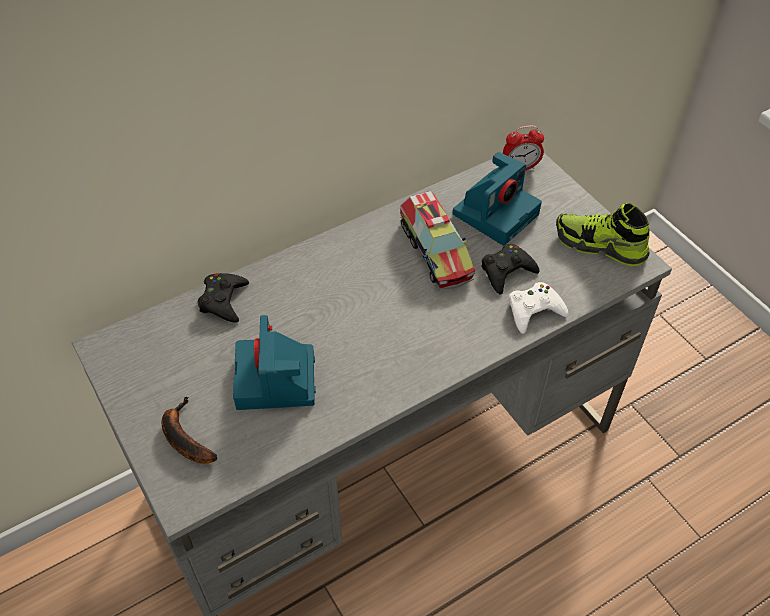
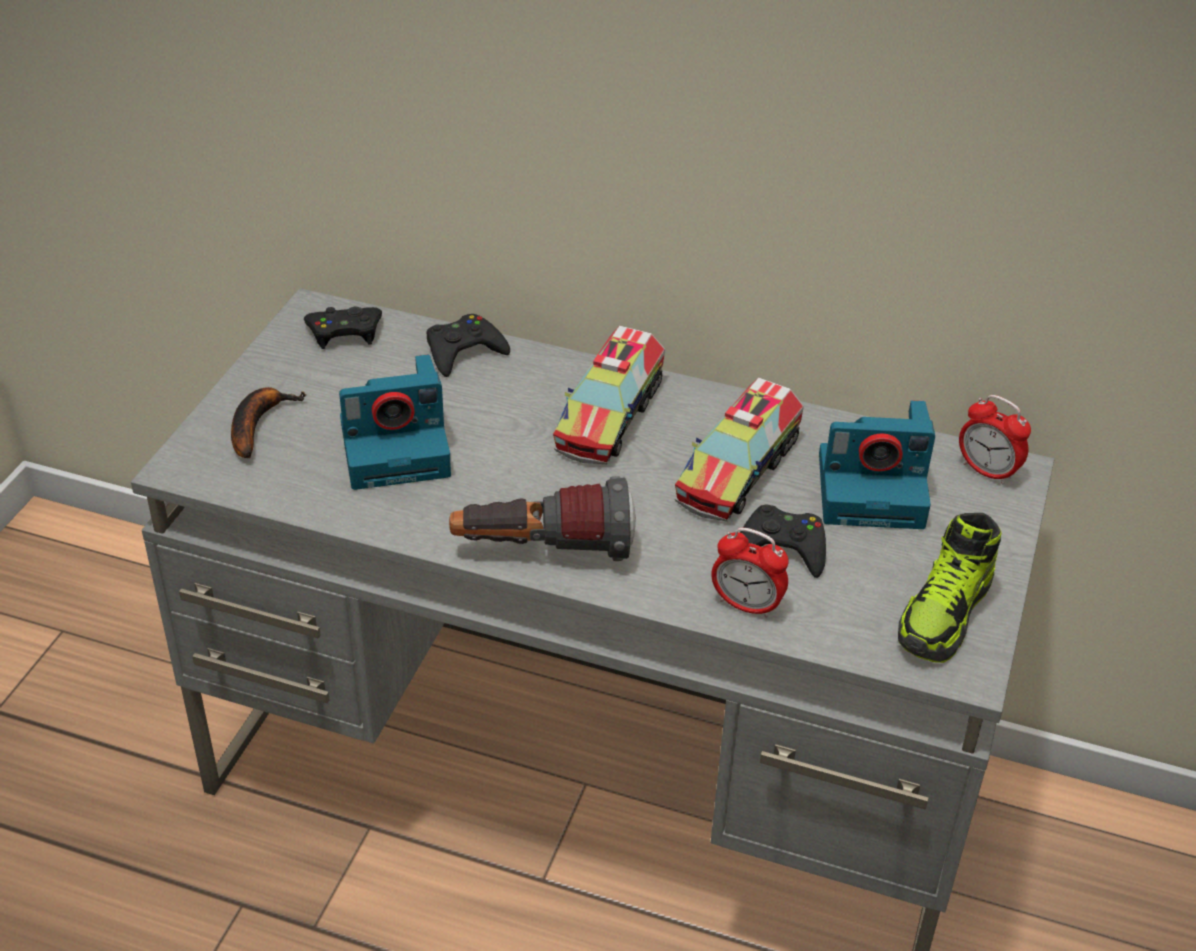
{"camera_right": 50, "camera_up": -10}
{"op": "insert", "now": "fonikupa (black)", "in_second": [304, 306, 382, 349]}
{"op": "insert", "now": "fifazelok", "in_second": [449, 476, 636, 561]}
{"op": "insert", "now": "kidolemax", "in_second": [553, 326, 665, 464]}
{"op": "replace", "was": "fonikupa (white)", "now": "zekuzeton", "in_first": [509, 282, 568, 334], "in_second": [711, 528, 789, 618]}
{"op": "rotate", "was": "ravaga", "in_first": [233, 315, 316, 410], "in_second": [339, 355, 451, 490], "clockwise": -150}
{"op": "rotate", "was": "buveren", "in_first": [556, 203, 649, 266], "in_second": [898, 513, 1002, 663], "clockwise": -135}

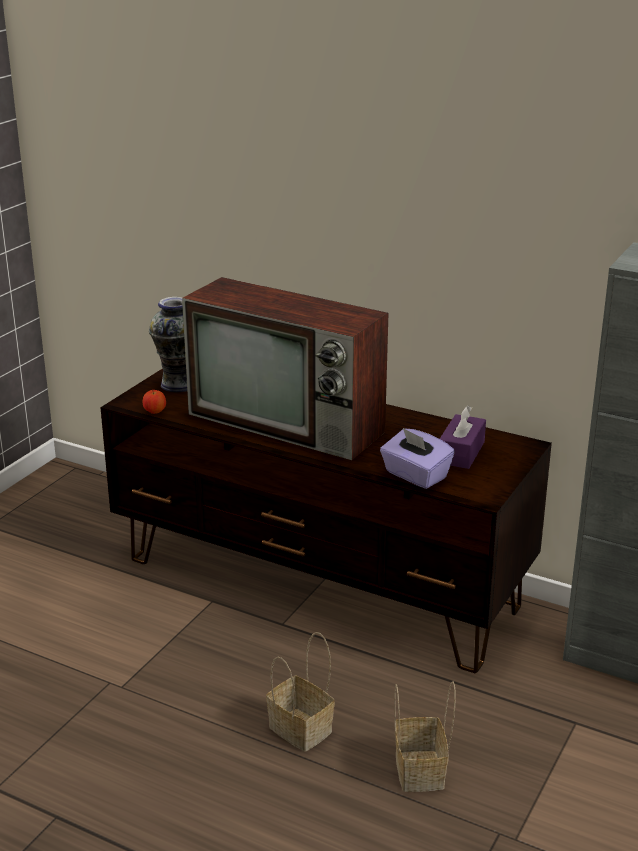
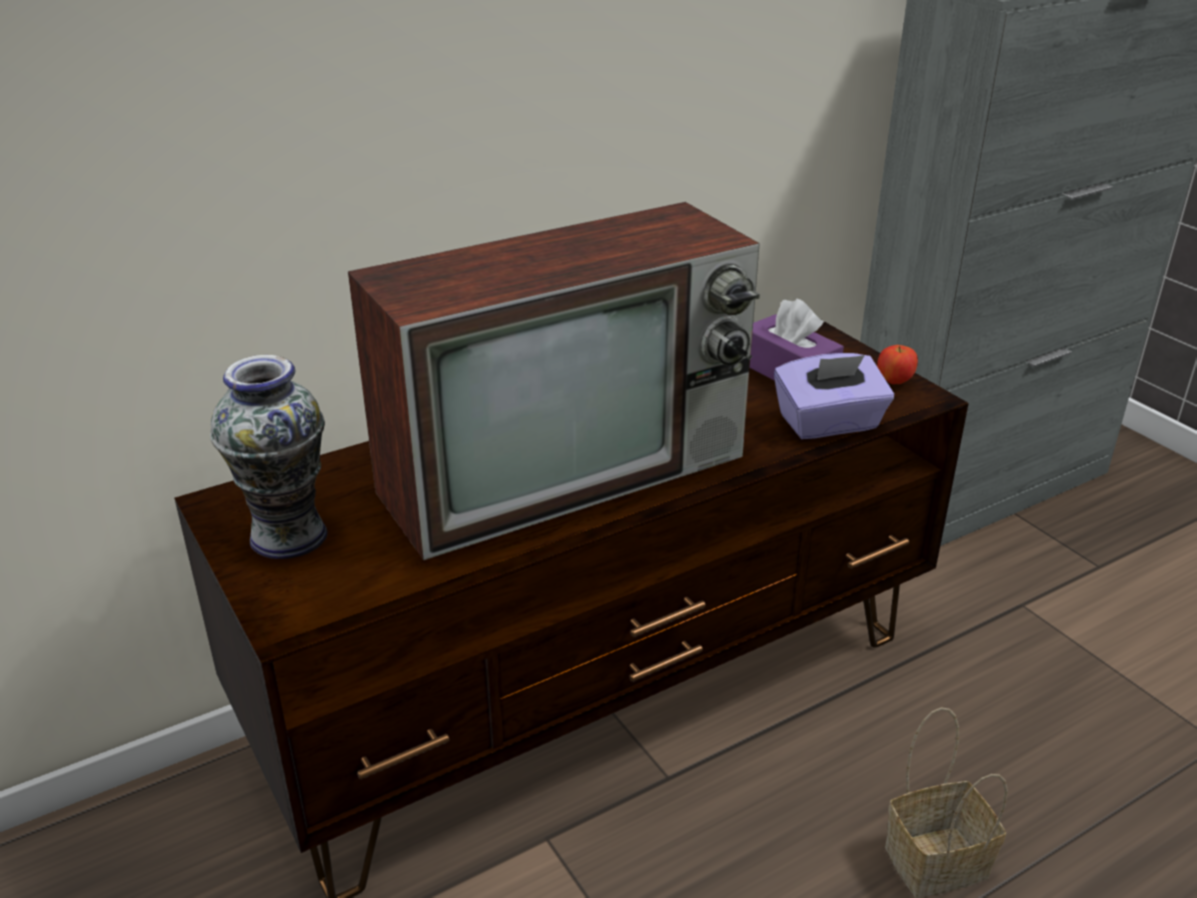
{"camera_right": -60, "camera_up": 5}
{"op": "delete", "was": "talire", "in_first": [394, 681, 456, 792]}
{"op": "move", "was": "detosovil", "in_first": [143, 390, 166, 414], "in_second": [877, 345, 918, 384]}

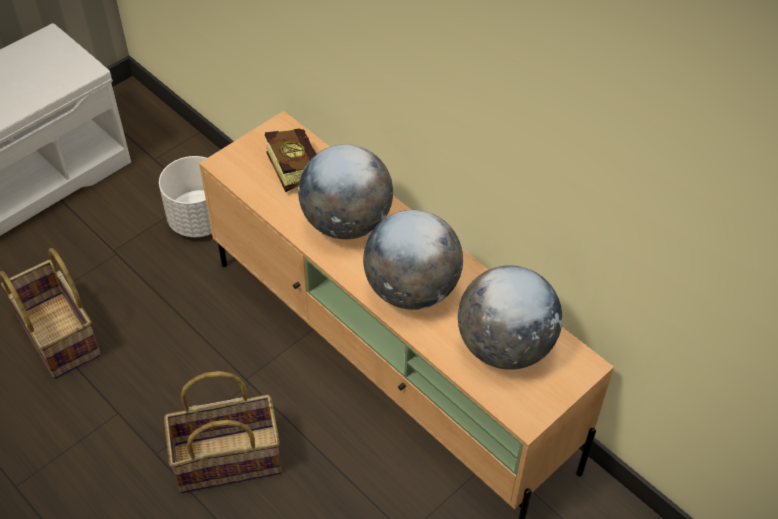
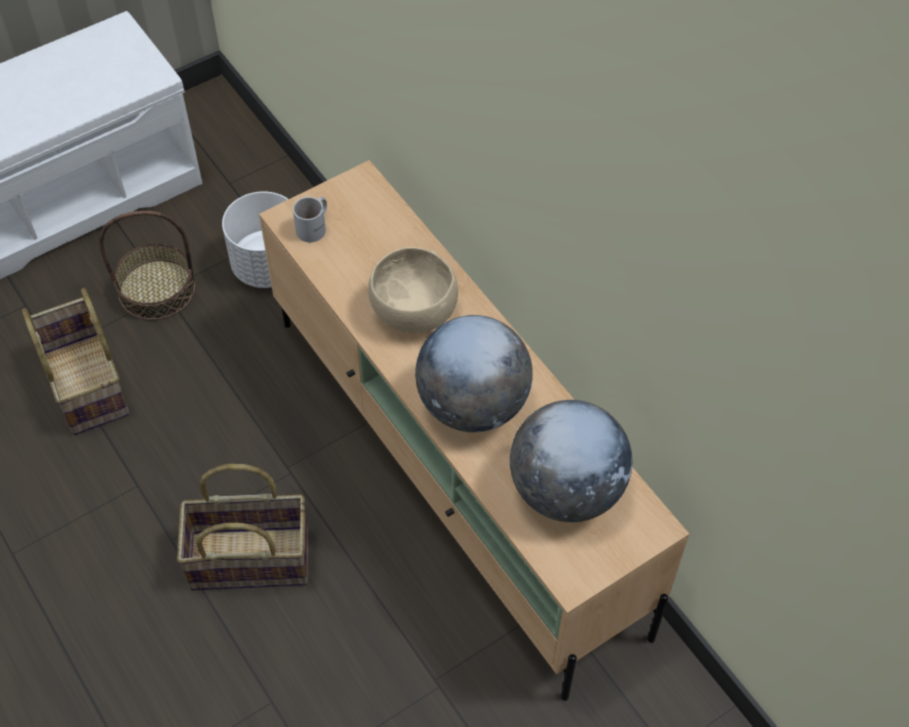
{"camera_right": 10, "camera_up": 5}
{"op": "delete", "was": "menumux", "in_first": [265, 129, 317, 192]}
{"op": "insert", "now": "talire", "in_second": [99, 211, 195, 320]}
{"op": "insert", "now": "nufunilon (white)", "in_second": [293, 197, 327, 242]}
{"op": "replace", "was": "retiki", "now": "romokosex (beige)", "in_first": [298, 144, 393, 239], "in_second": [368, 247, 458, 333]}

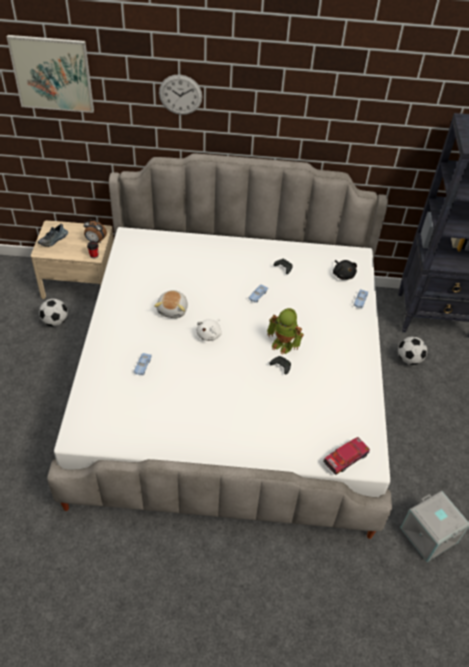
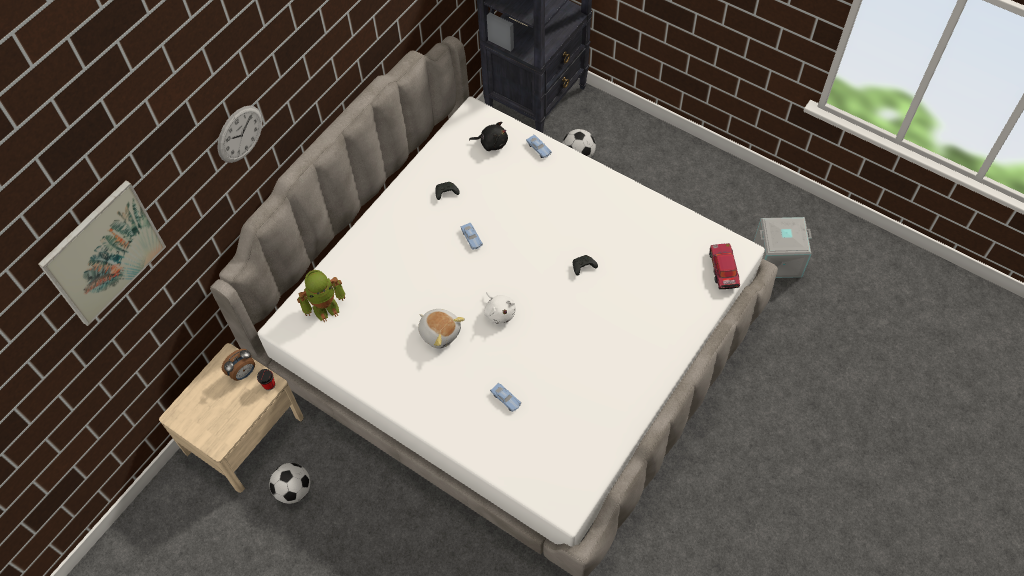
{"camera_right": -55, "camera_up": 10}
{"op": "delete", "was": "buveren", "in_first": [38, 224, 68, 247]}
{"op": "move", "was": "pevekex", "in_first": [267, 308, 304, 355], "in_second": [297, 270, 345, 322]}

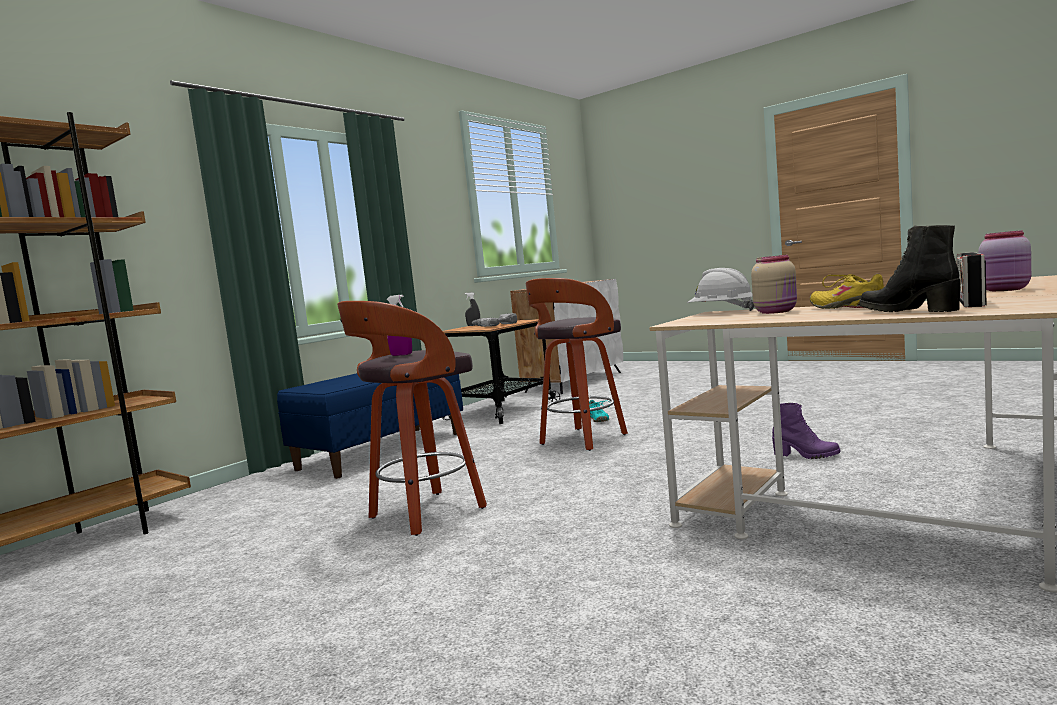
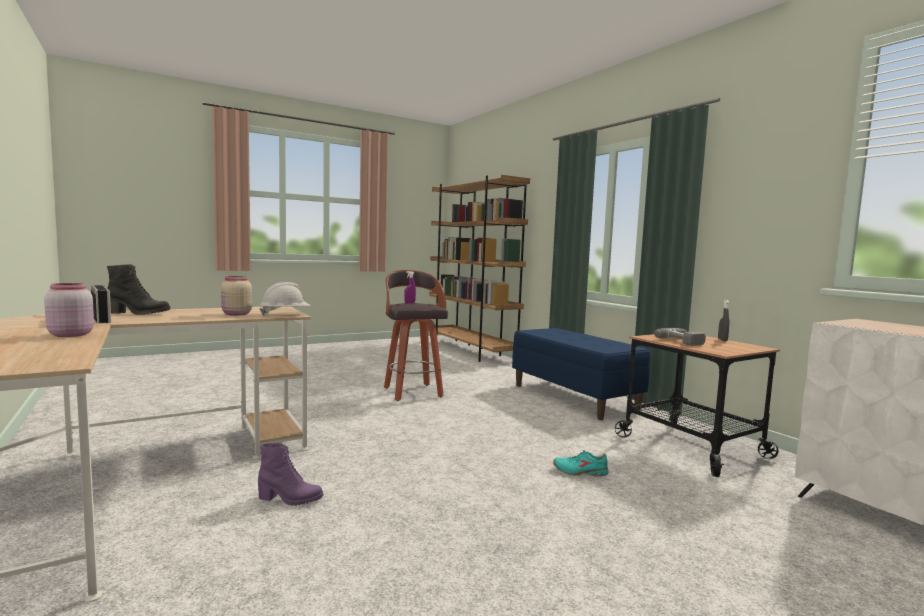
{"camera_right": 110, "camera_up": 0}
{"op": "delete", "was": "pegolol", "in_first": [526, 278, 628, 451]}
{"op": "delete", "was": "buveren (yellow)", "in_first": [810, 274, 884, 309]}
{"op": "rotate", "was": "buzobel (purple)", "in_first": [772, 403, 841, 459], "in_second": [258, 443, 323, 506], "clockwise": -135}

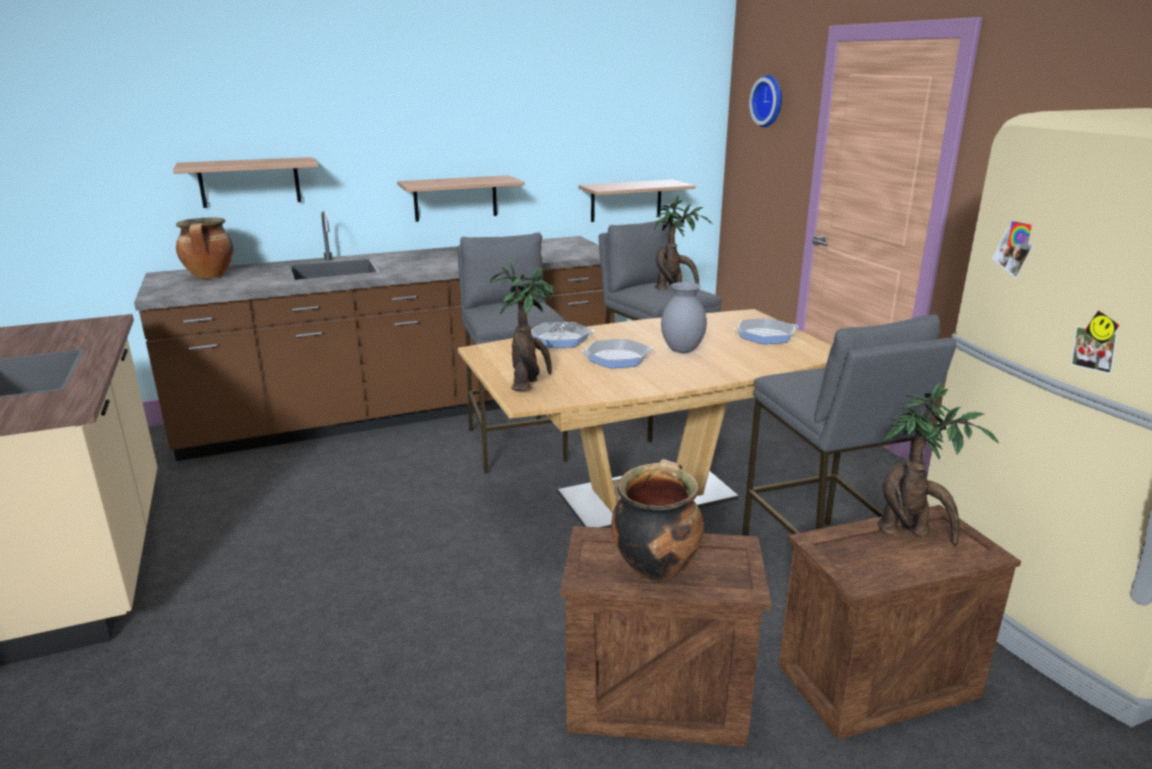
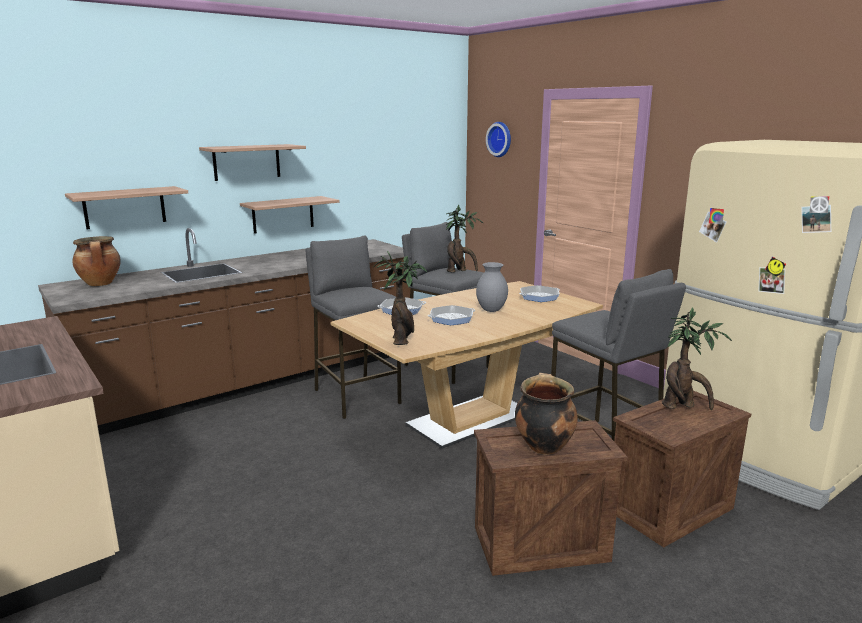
{"camera_right": -15, "camera_up": -5}
{"op": "move", "was": "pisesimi", "in_first": [578, 179, 695, 222], "in_second": [199, 144, 306, 181]}

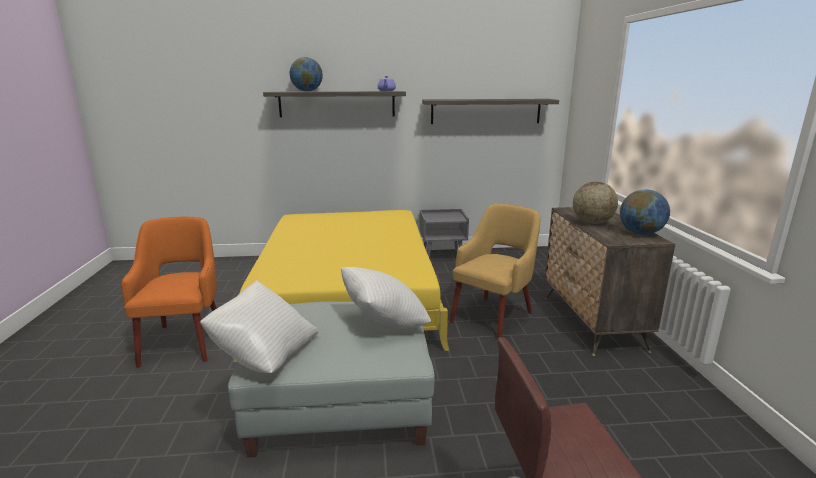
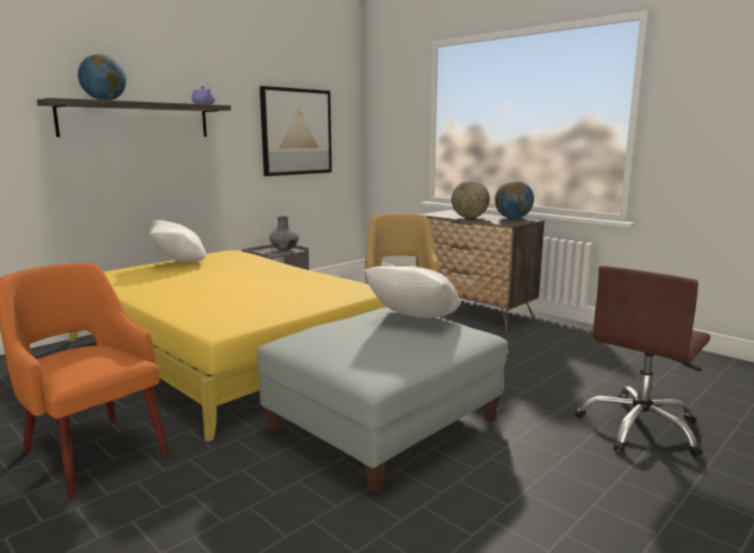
{"camera_right": -40, "camera_up": -5}
{"op": "insert", "now": "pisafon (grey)", "in_second": [269, 216, 299, 251]}
{"op": "move", "was": "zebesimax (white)", "in_first": [200, 280, 318, 373], "in_second": [149, 220, 206, 262]}
{"op": "replace", "was": "pisesimi", "now": "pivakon", "in_first": [422, 99, 559, 124], "in_second": [260, 86, 332, 176]}

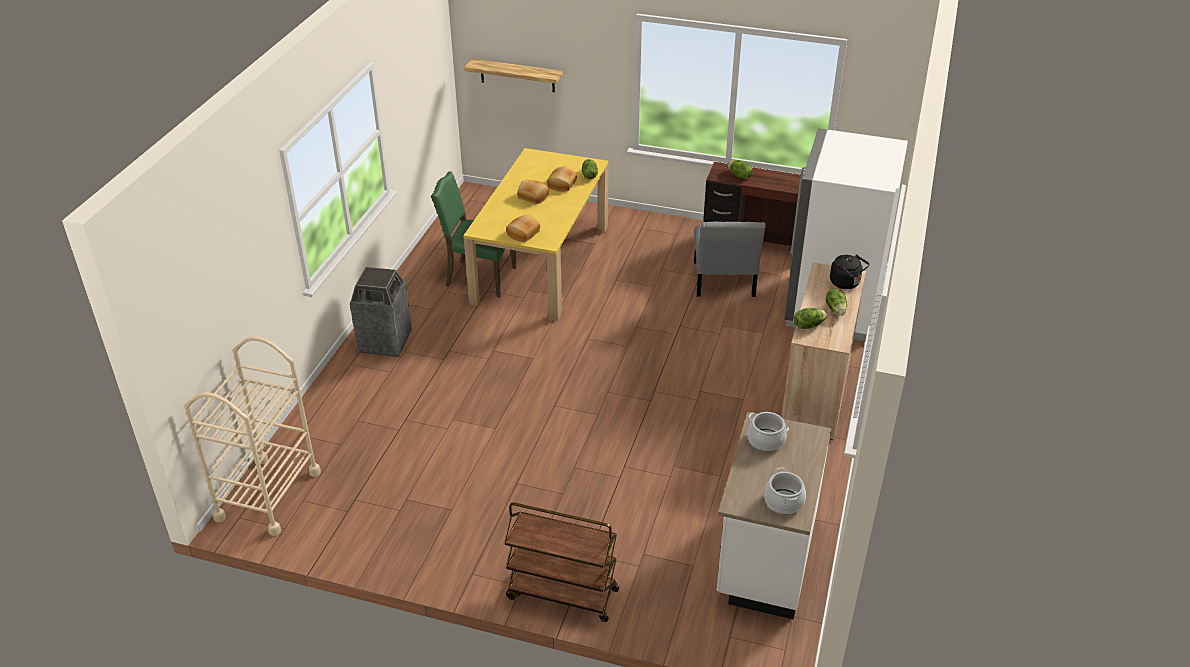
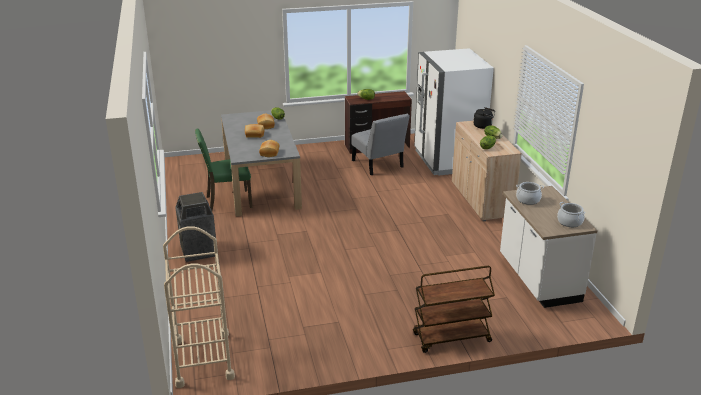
{"camera_right": -30, "camera_up": -10}
{"op": "delete", "was": "pisesimi", "in_first": [464, 59, 563, 93]}
{"op": "recolor", "was": "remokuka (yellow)", "now": "remokuka (grey)", "in_first": [463, 148, 609, 321], "in_second": [221, 110, 302, 216]}

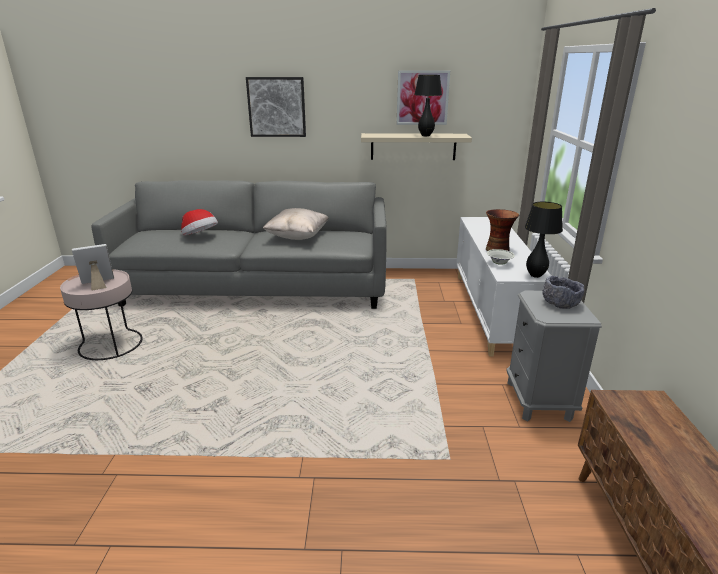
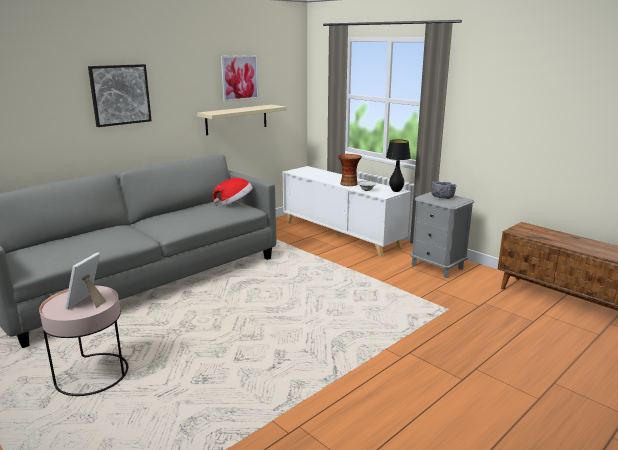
{"camera_right": -45, "camera_up": -5}
{"op": "delete", "was": "zebesimax (beige)", "in_first": [262, 208, 329, 240]}
{"op": "delete", "was": "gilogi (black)", "in_first": [414, 75, 442, 136]}
{"op": "move", "was": "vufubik", "in_first": [181, 209, 218, 236], "in_second": [213, 178, 253, 205]}

